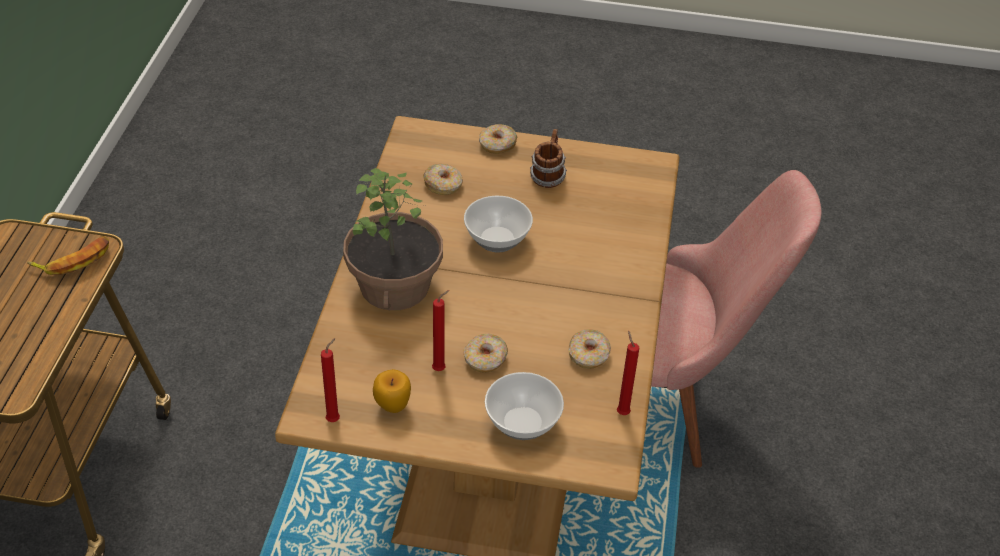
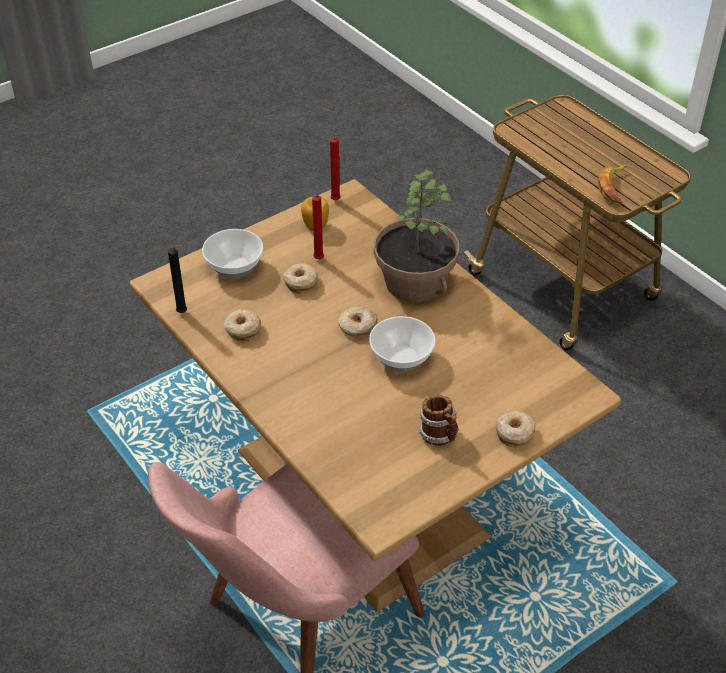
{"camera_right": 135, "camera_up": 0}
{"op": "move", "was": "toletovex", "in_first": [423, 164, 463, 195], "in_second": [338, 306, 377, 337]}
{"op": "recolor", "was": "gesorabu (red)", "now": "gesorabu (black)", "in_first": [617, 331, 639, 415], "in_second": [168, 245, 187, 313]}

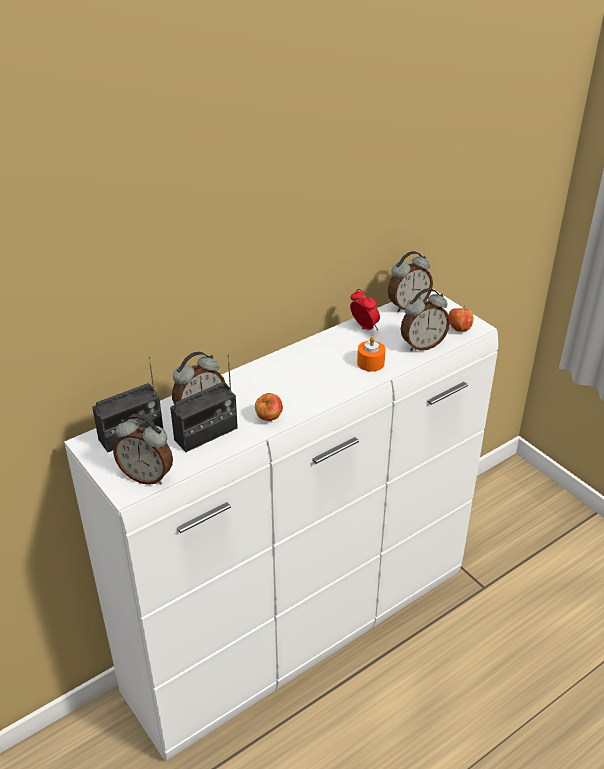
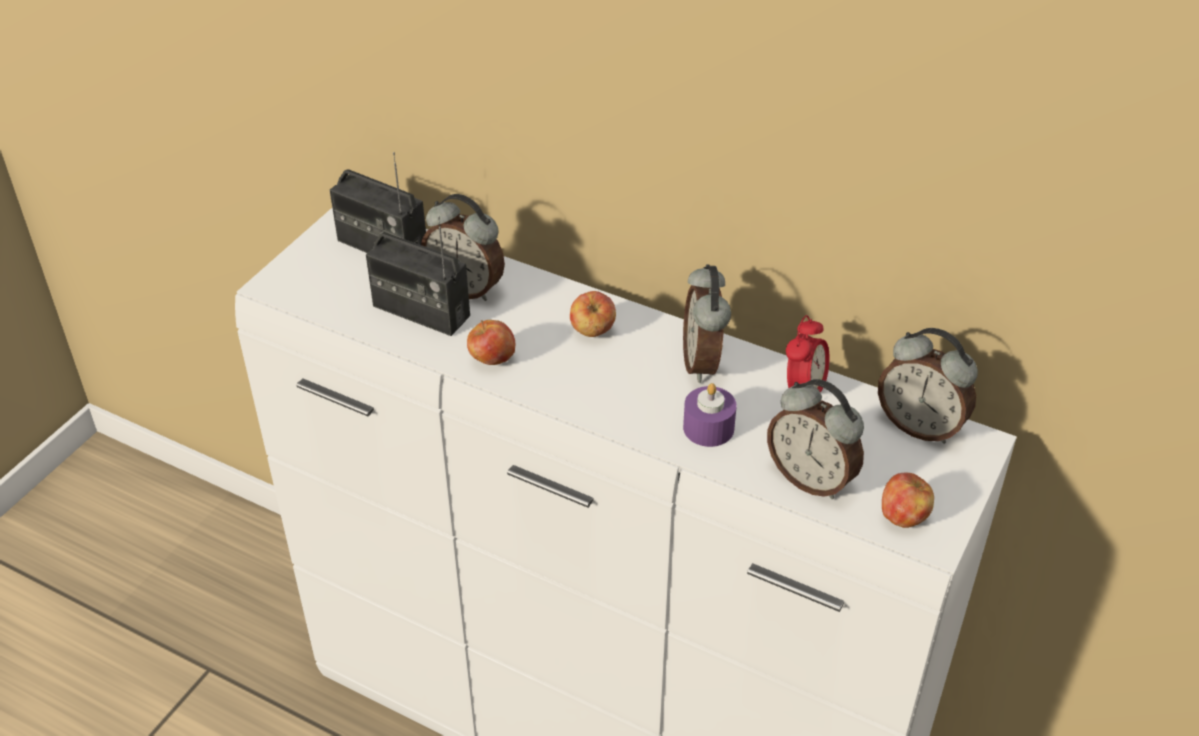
{"camera_right": 65, "camera_up": 5}
{"op": "insert", "now": "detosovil", "in_second": [570, 291, 616, 337]}
{"op": "move", "was": "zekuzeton", "in_first": [113, 414, 173, 485], "in_second": [683, 264, 731, 383]}
{"op": "recolor", "was": "gesorabu (orange)", "now": "gesorabu (purple)", "in_first": [357, 336, 386, 372], "in_second": [683, 383, 737, 447]}

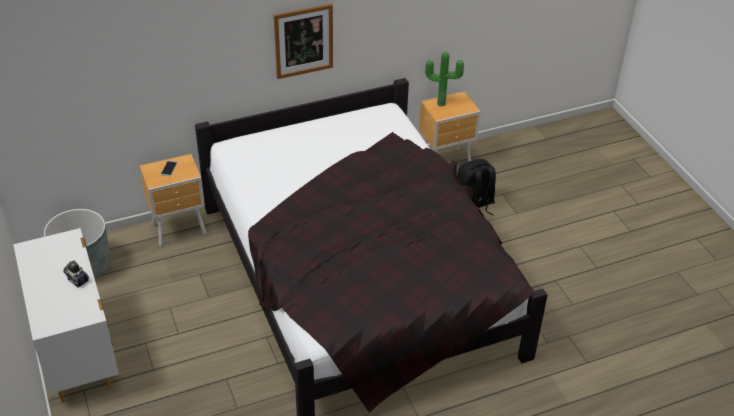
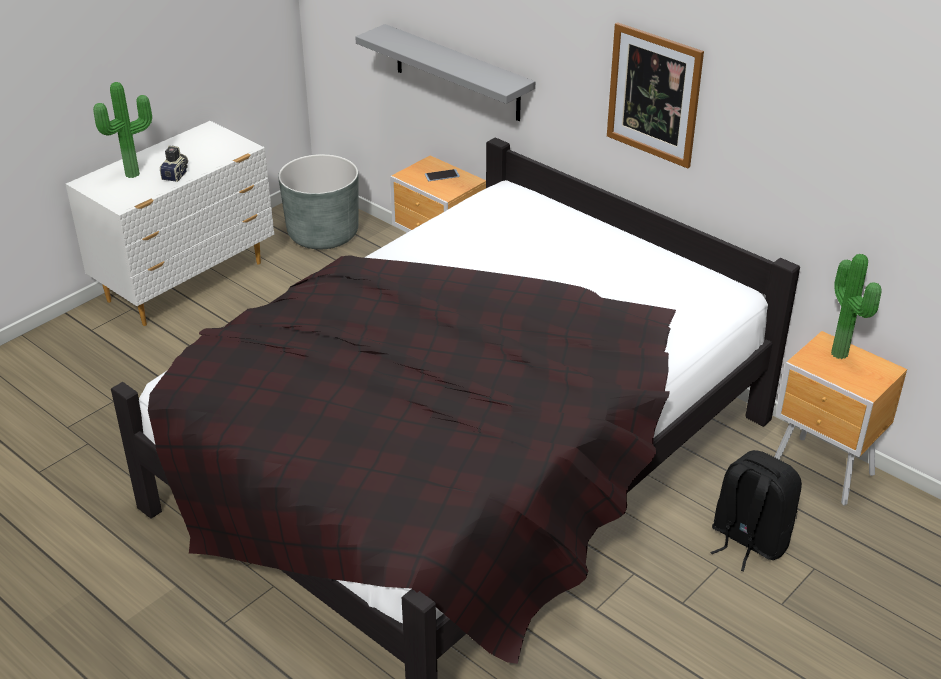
{"camera_right": 65, "camera_up": -5}
{"op": "insert", "now": "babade", "in_second": [93, 82, 152, 178]}
{"op": "insert", "now": "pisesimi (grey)", "in_second": [355, 24, 535, 121]}

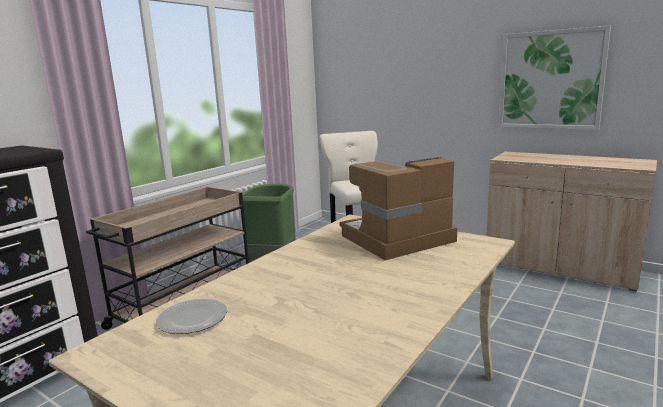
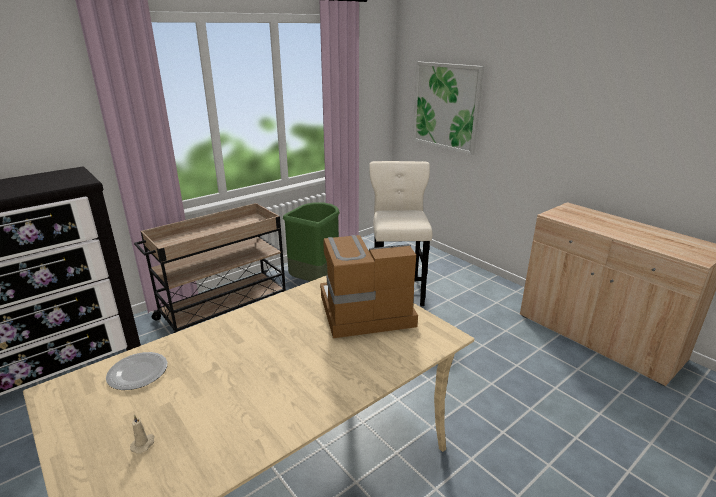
{"camera_right": 15, "camera_up": 10}
{"op": "insert", "now": "gesorabu (beige)", "in_second": [130, 415, 154, 454]}
{"op": "move", "was": "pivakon", "in_first": [499, 26, 611, 130], "in_second": [413, 62, 484, 155]}

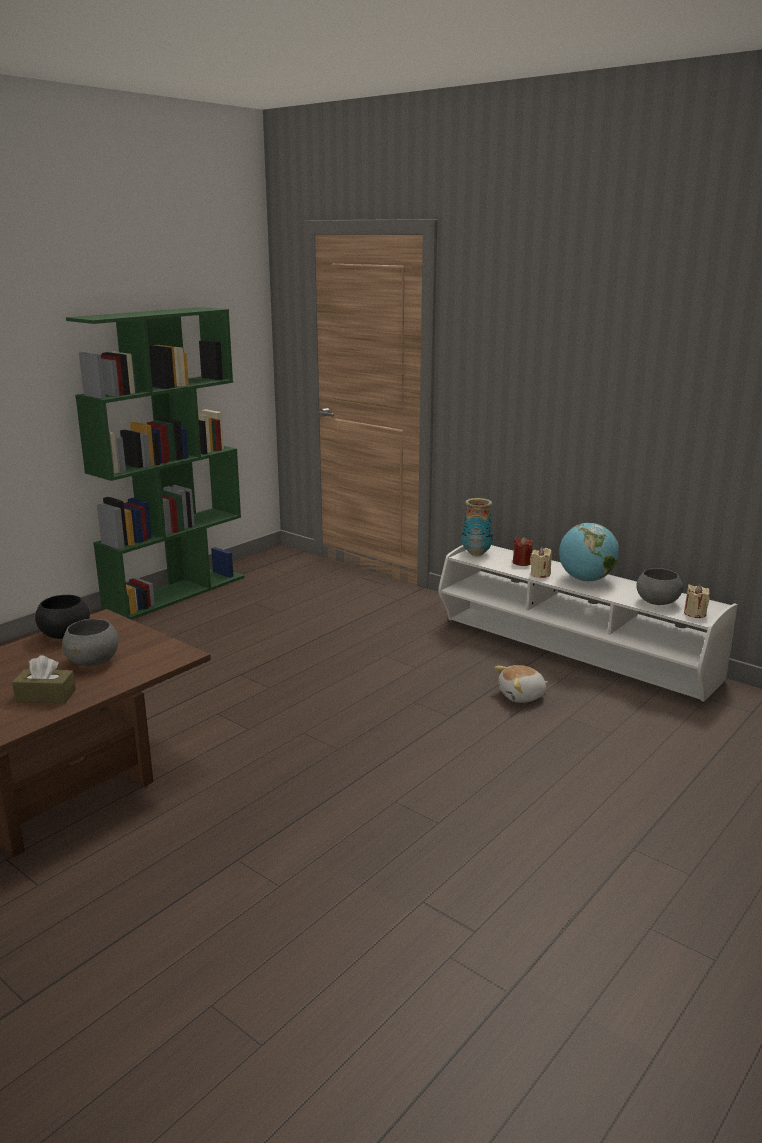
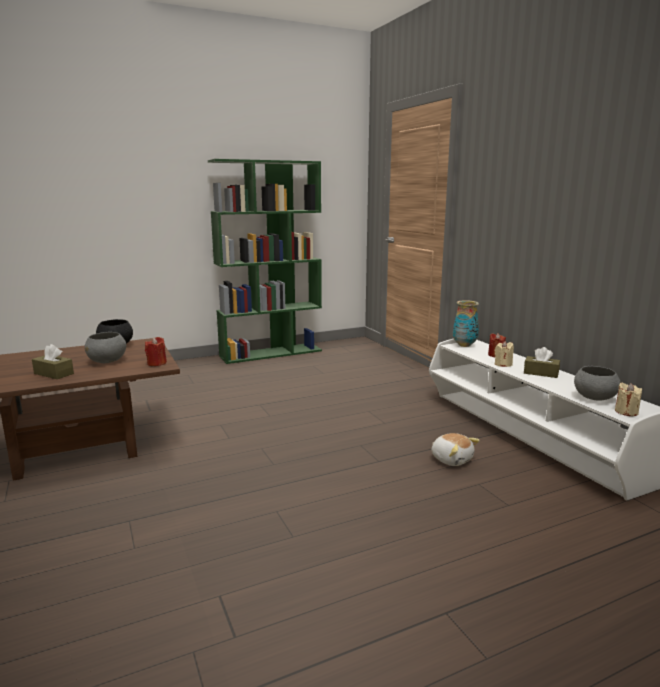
{"camera_right": 25, "camera_up": -5}
{"op": "insert", "now": "gesorabu (red)", "in_second": [145, 337, 167, 366]}
{"op": "replace", "was": "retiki", "now": "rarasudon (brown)", "in_first": [559, 523, 619, 582], "in_second": [524, 347, 560, 378]}
{"op": "rotate", "was": "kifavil", "in_first": [494, 665, 548, 703], "in_second": [432, 433, 480, 466], "clockwise": -135}

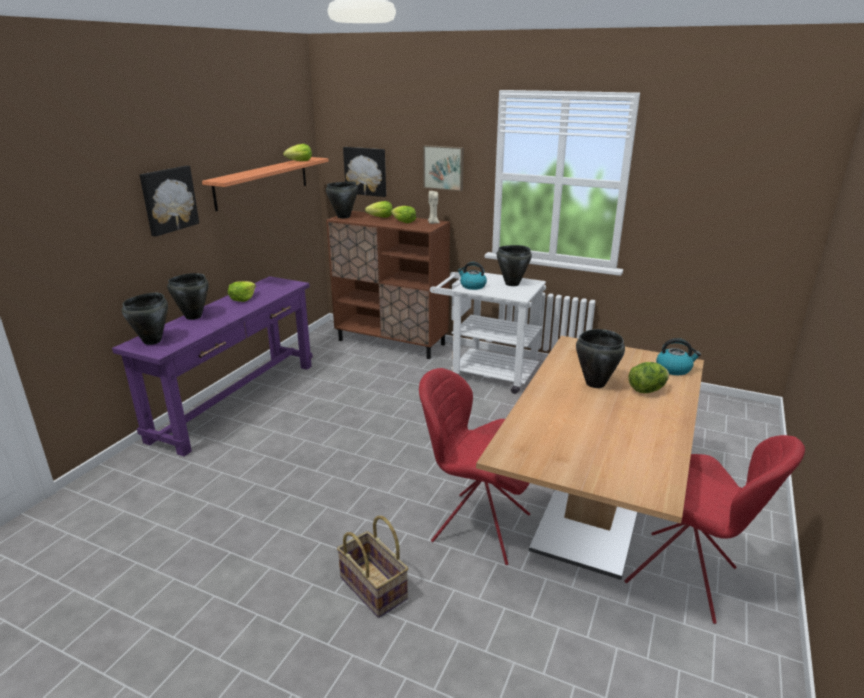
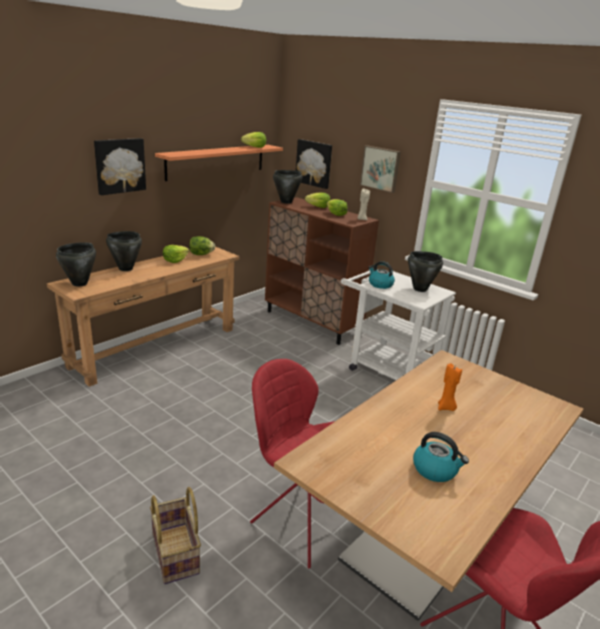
{"camera_right": 15, "camera_up": 0}
{"op": "move", "was": "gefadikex", "in_first": [629, 362, 669, 393], "in_second": [189, 236, 215, 255]}
{"op": "move", "was": "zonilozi", "in_first": [656, 338, 701, 375], "in_second": [413, 432, 469, 482]}
{"op": "replace", "was": "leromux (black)", "now": "gesorabu (orange)", "in_first": [576, 329, 625, 388], "in_second": [438, 363, 462, 411]}
{"op": "recolor", "was": "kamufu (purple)", "now": "kamufu (brown)", "in_first": [112, 276, 313, 457], "in_second": [47, 247, 239, 387]}

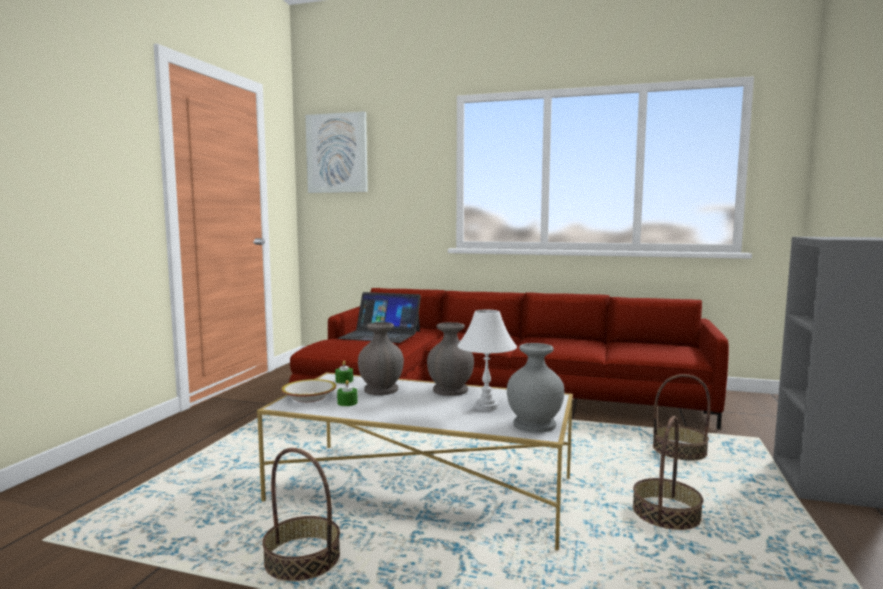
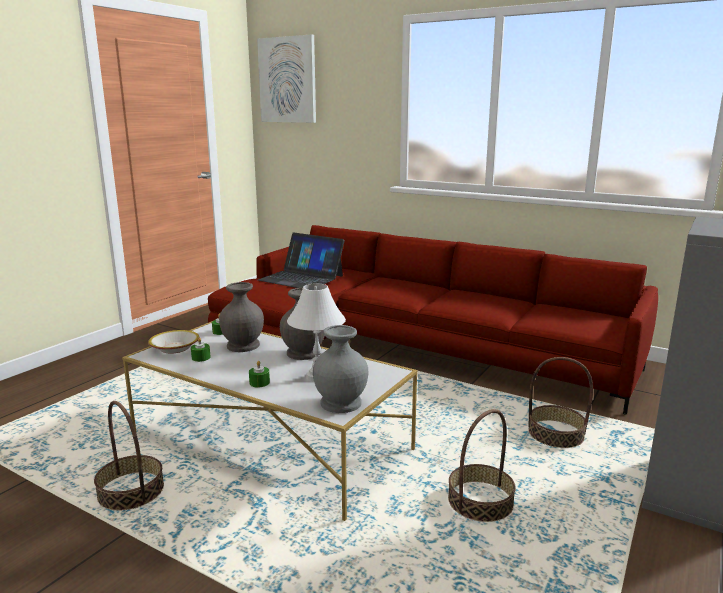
{"camera_right": 15, "camera_up": 10}
{"op": "insert", "now": "gesorabu (green)", "in_second": [249, 361, 270, 387]}

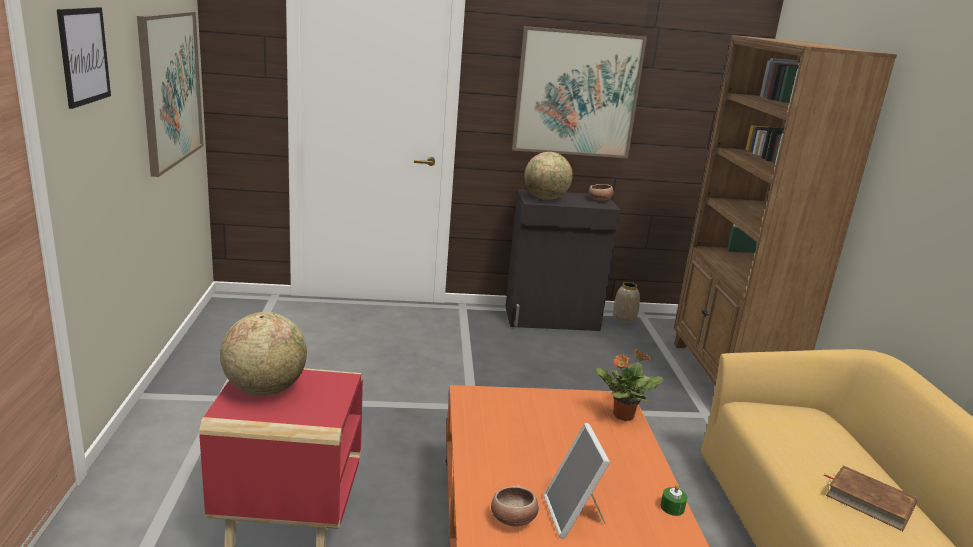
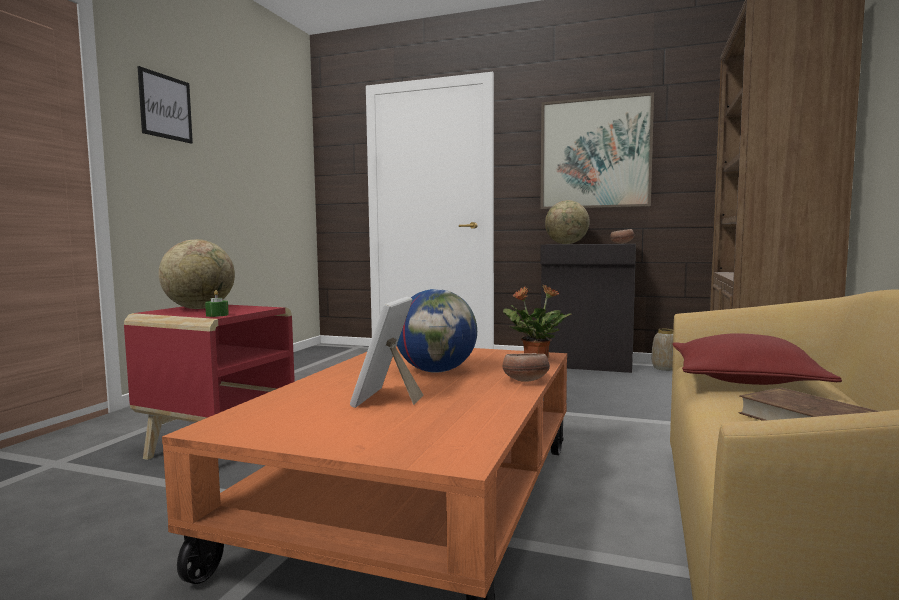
{"camera_right": 25, "camera_up": -15}
{"op": "delete", "was": "pivakon", "in_first": [137, 11, 204, 177]}
{"op": "insert", "now": "retiki", "in_second": [397, 289, 477, 373]}
{"op": "insert", "now": "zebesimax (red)", "in_second": [673, 333, 842, 385]}
{"op": "move", "was": "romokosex", "in_first": [491, 484, 539, 526], "in_second": [502, 353, 550, 382]}
{"op": "move", "was": "gesorabu (green)", "in_first": [661, 484, 687, 516], "in_second": [205, 290, 229, 317]}

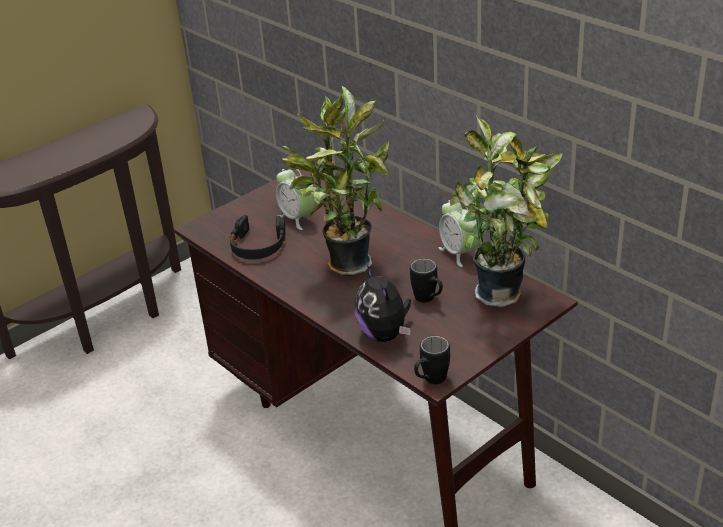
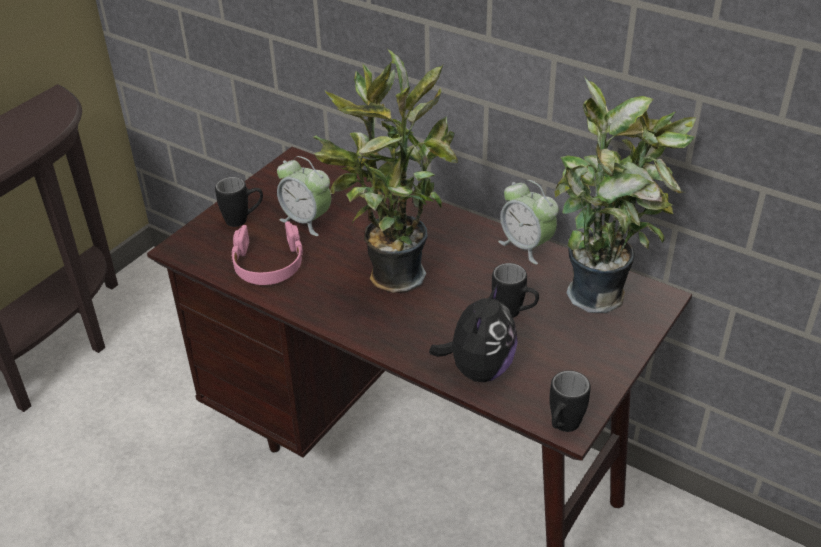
{"camera_right": -15, "camera_up": 5}
{"op": "insert", "now": "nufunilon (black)", "in_second": [215, 177, 263, 227]}
{"op": "recolor", "was": "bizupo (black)", "now": "bizupo (pink)", "in_first": [230, 215, 286, 260], "in_second": [231, 221, 303, 285]}
{"op": "rotate", "was": "kifavil", "in_first": [355, 265, 411, 342], "in_second": [429, 282, 518, 382], "clockwise": -120}

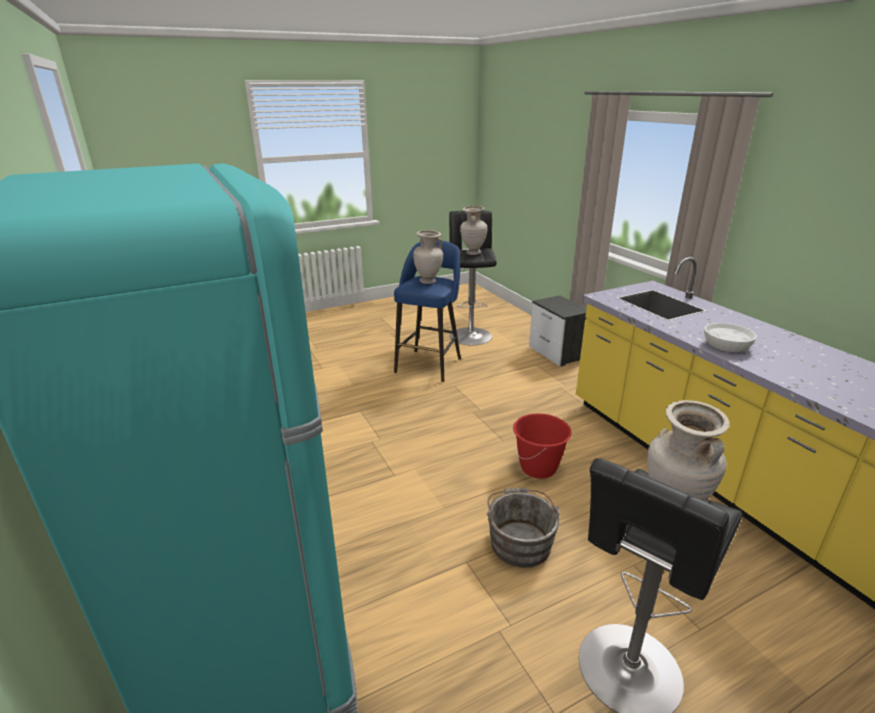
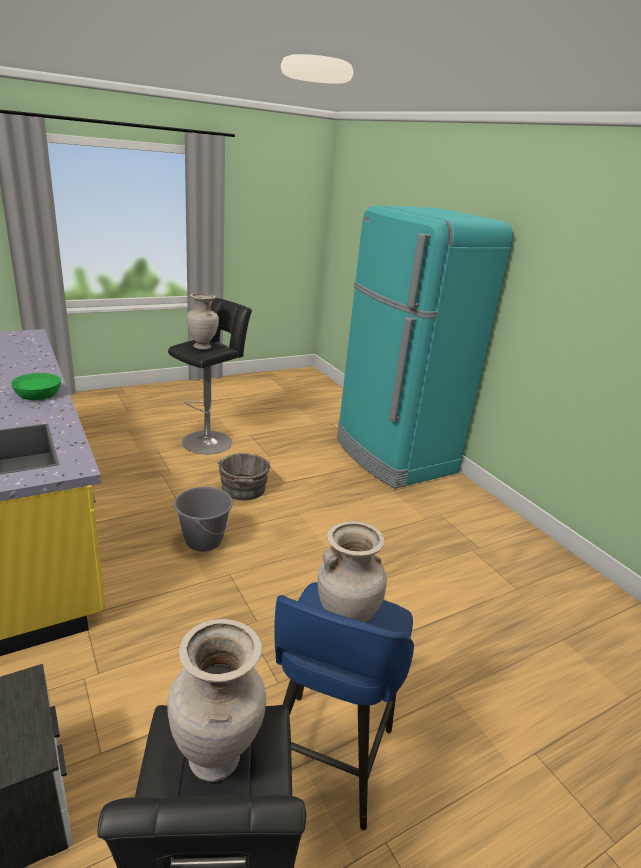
{"camera_right": 175, "camera_up": 0}
{"op": "recolor", "was": "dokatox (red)", "now": "dokatox (grey)", "in_first": [513, 413, 572, 479], "in_second": [174, 487, 233, 552]}
{"op": "recolor", "was": "romokosex (white)", "now": "romokosex (green)", "in_first": [704, 323, 757, 352], "in_second": [11, 373, 61, 400]}

